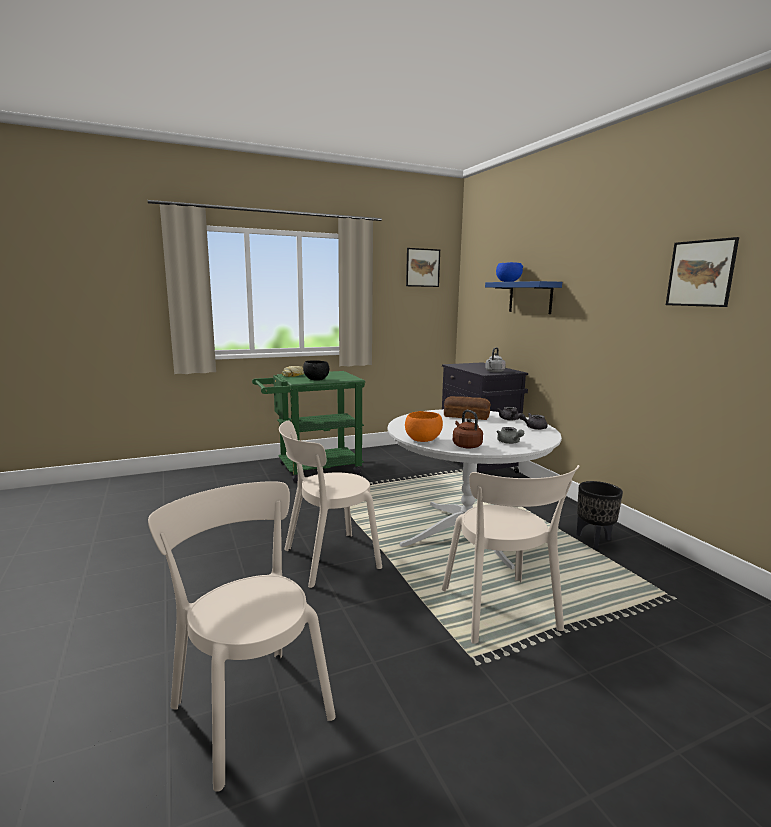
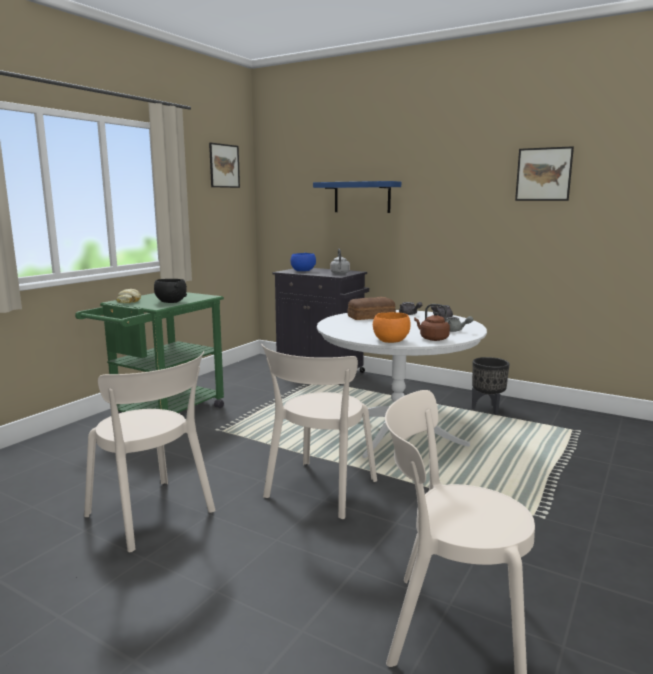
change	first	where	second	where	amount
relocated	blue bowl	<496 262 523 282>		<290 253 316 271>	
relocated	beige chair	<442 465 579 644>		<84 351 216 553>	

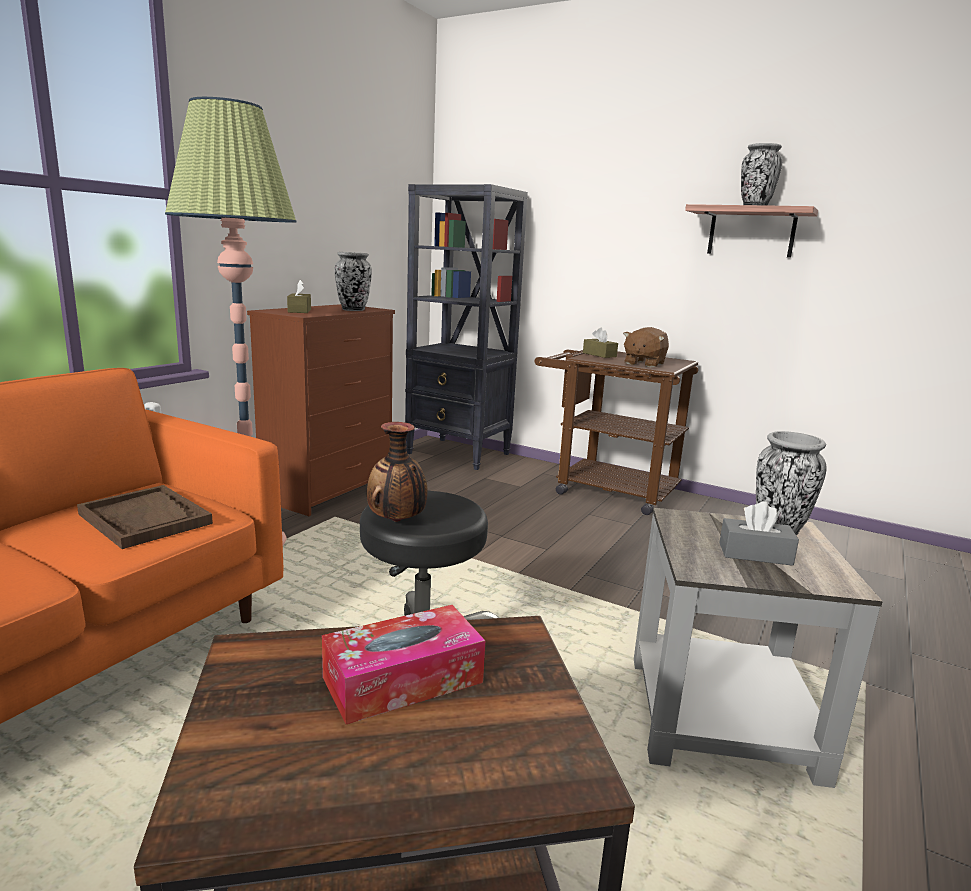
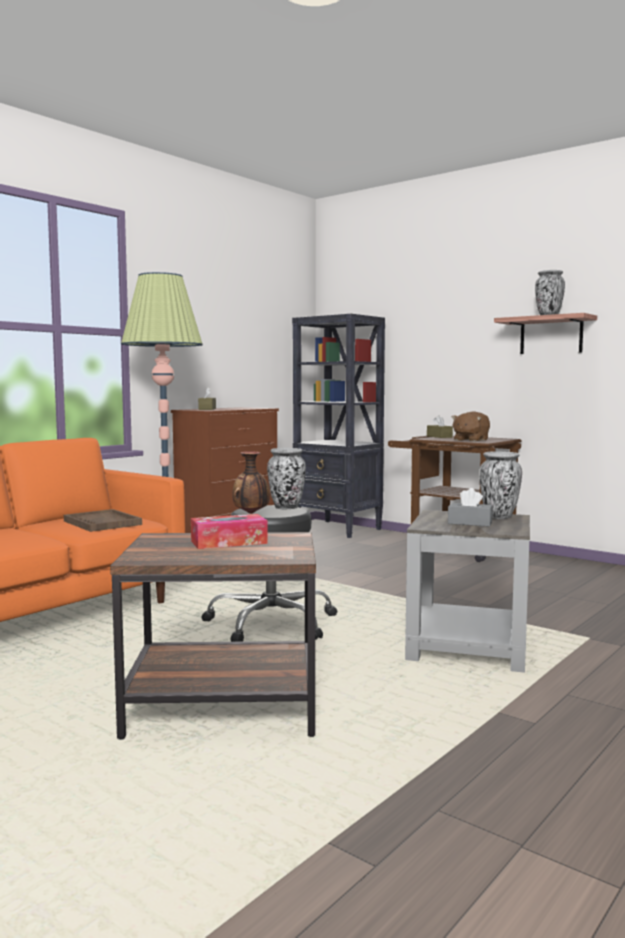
change	first	where	second	where	amount
relocated	vase	<334 252 372 311>		<267 448 306 509>	

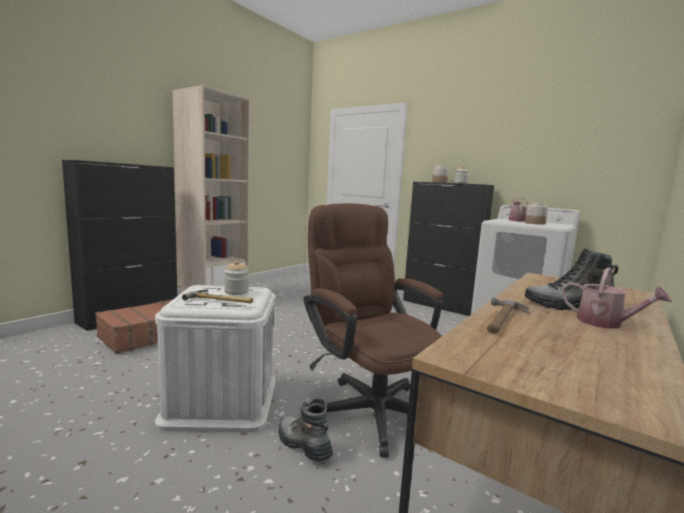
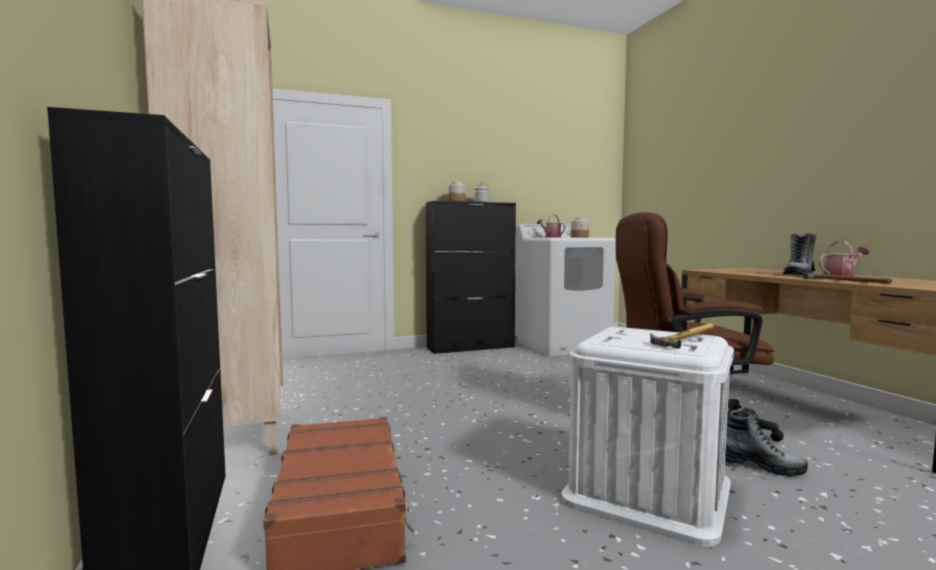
change	first	where	second	where	amount
missing	jar	<224 260 249 295>			
spun	boot	<279 398 333 462>		<725 407 808 477>	150 degrees counterclockwise

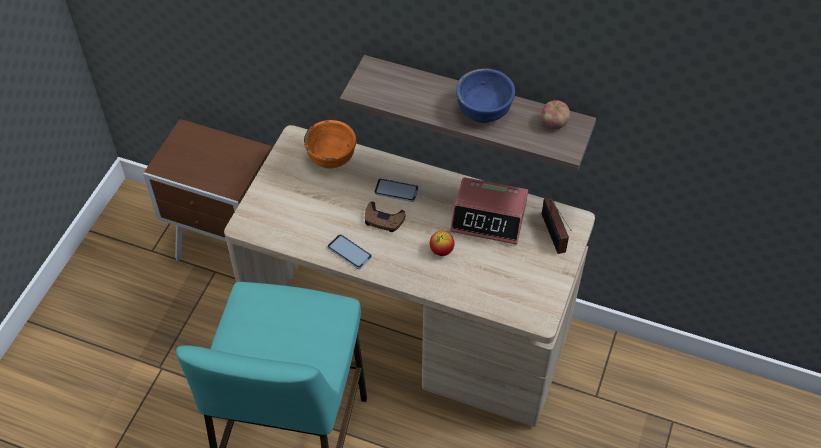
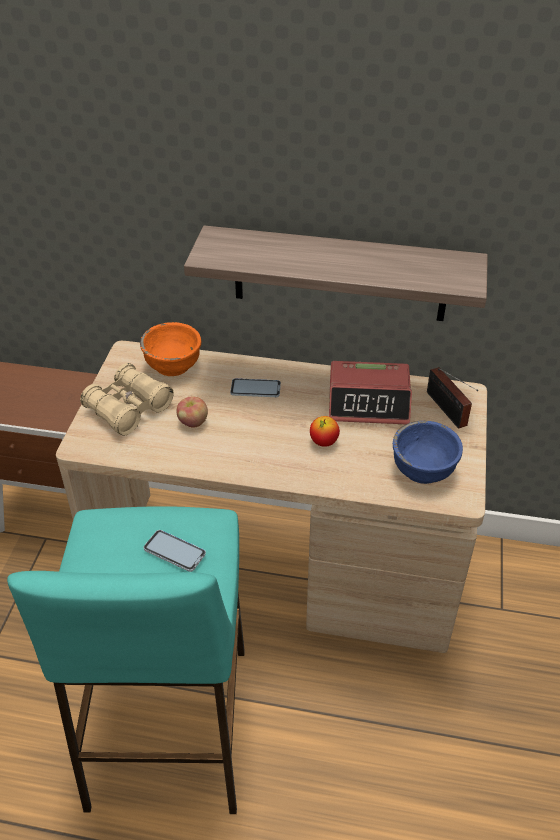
change	first	where	second	where	amount
relocated	blue bowl	<456 68 515 123>		<393 421 463 484>	
relocated	apple	<542 100 570 129>		<176 397 208 428>	
missing	brown game controller	<365 202 405 232>			
relocated	phone	<327 234 372 269>		<144 530 206 572>	
appeared			beige binoculars	<80 363 174 436>	

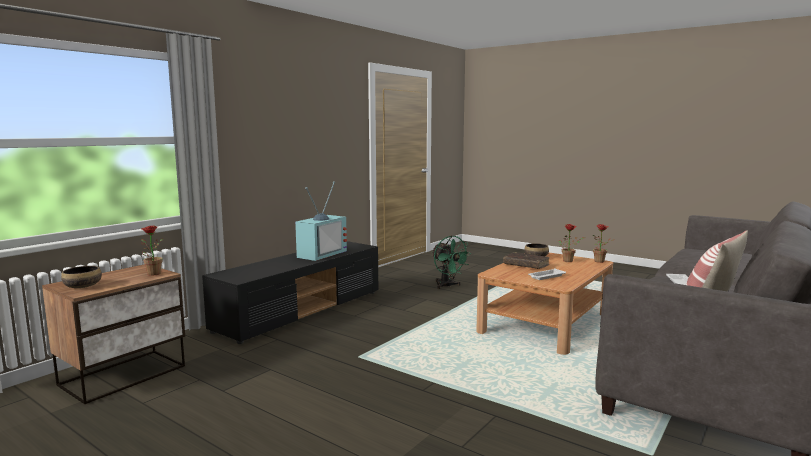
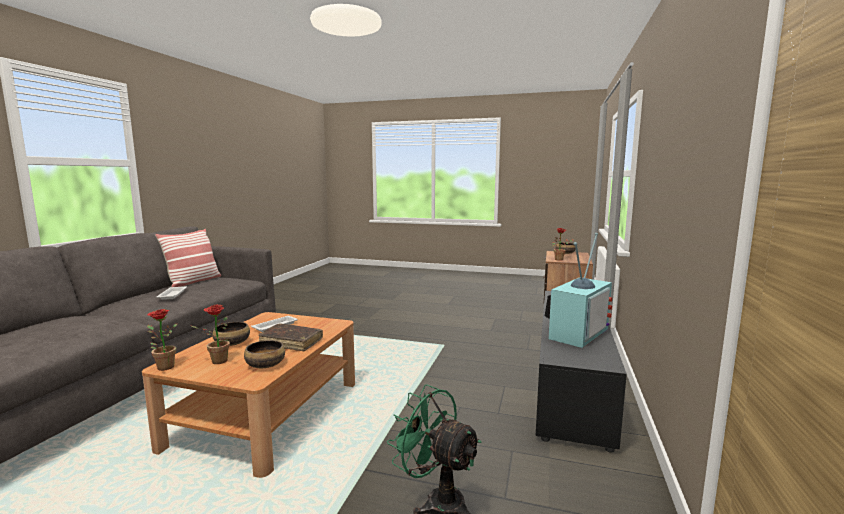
change	first	where	second	where	amount
spun	television	<295 181 347 261>		<545 233 612 348>	150 degrees counterclockwise
appeared			bowl	<212 322 250 346>	

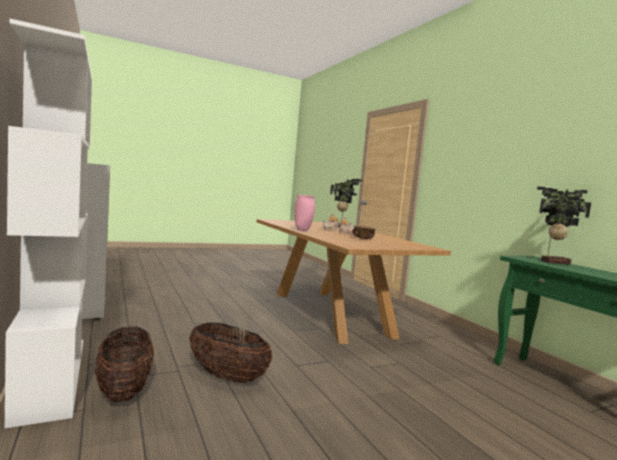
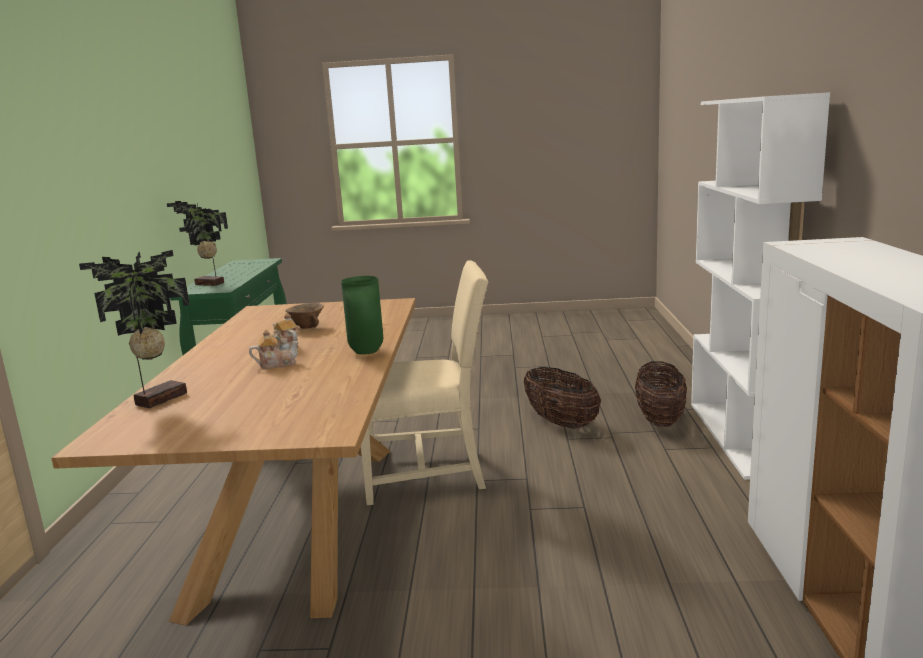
change	first	where	second	where	amount
colour	pink vase	<295 195 315 231>	green vase	<341 276 383 355>	
appeared			beige chair	<361 260 489 505>	

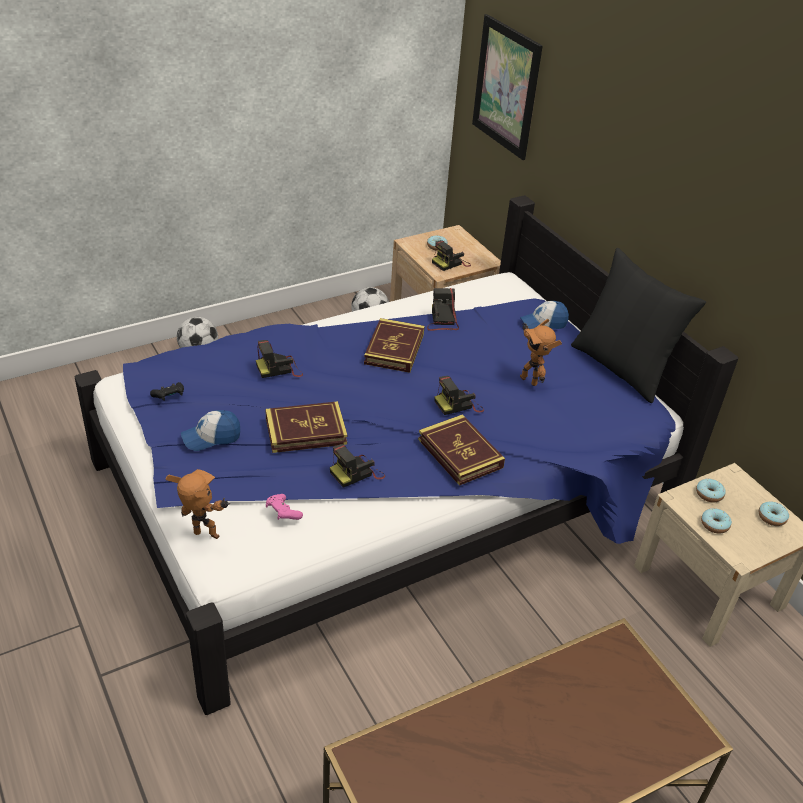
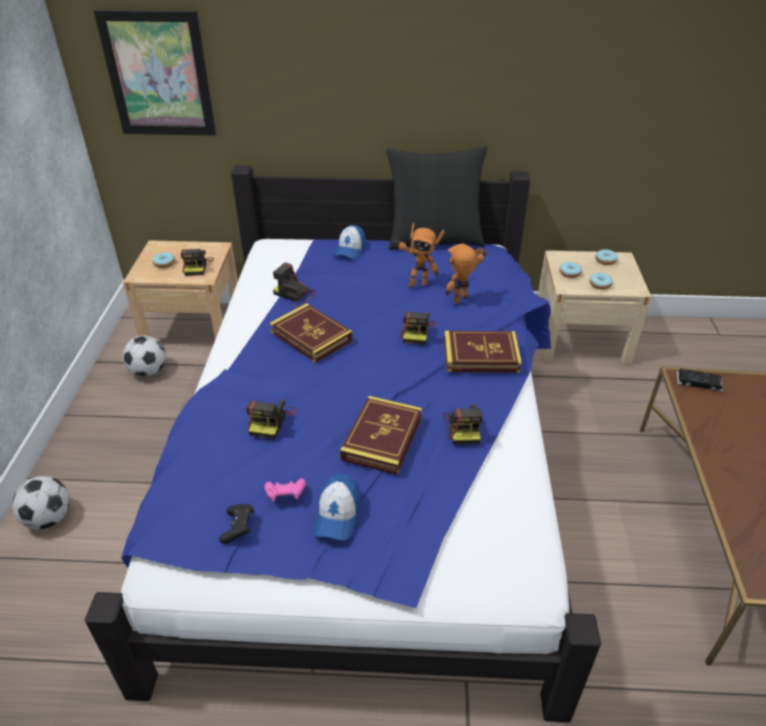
change	first	where	second	where	amount
relocated	toy robot	<165 469 230 539>		<445 243 487 304>	
relocated	pink game controller	<266 494 303 520>		<264 479 306 502>	
appeared			black toy car	<676 369 723 392>	

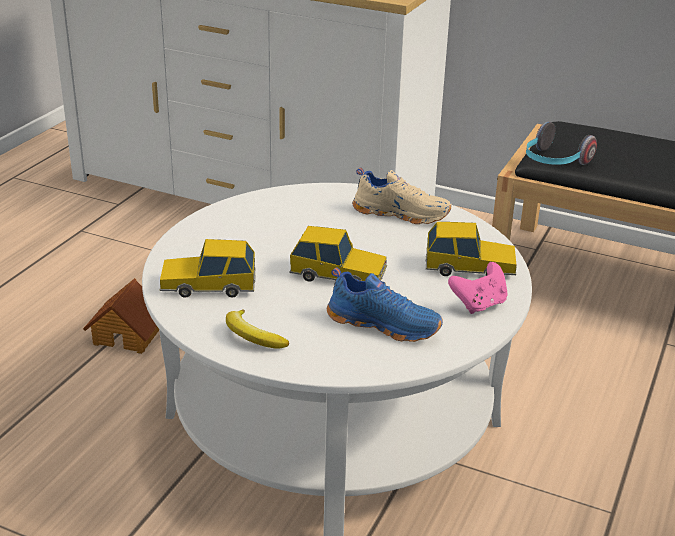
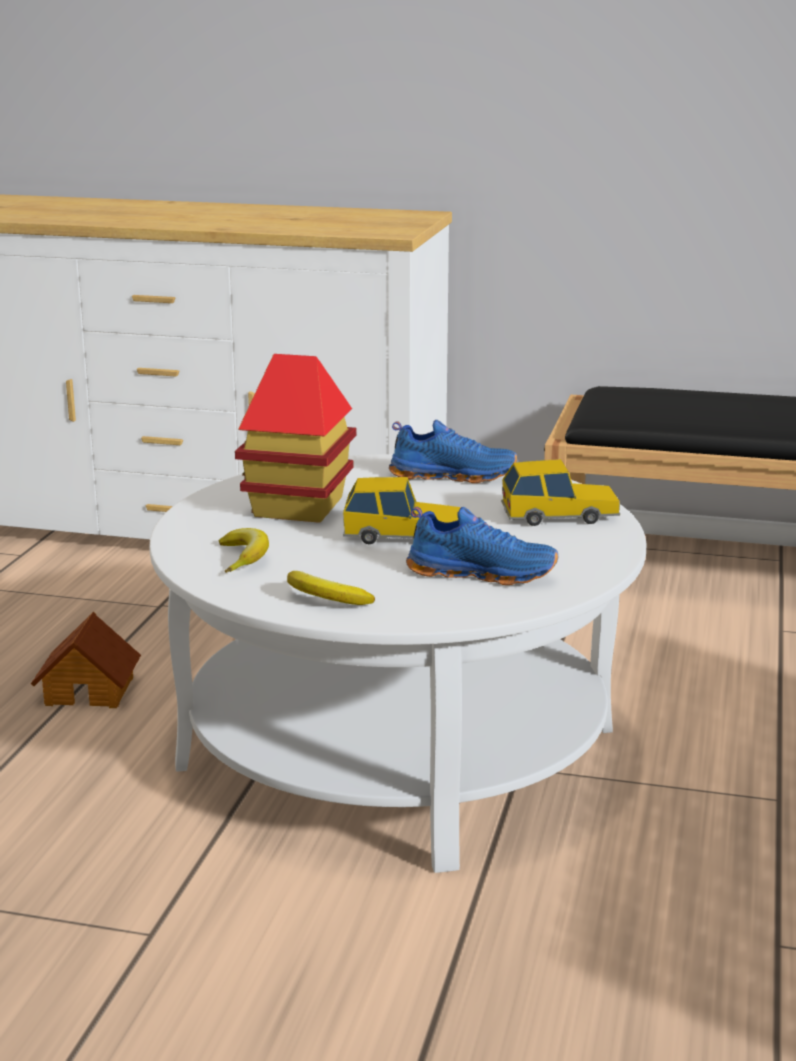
change	first	where	second	where	amount
missing	headphones	<526 122 597 165>			
colour	beige shoe	<352 168 452 224>	blue shoe	<389 420 517 483>	
exchanged	toy car	<160 239 256 298>	banana	<219 528 269 573>	
missing	pink game controller	<448 262 508 314>			
appeared			toy house	<235 354 357 523>	

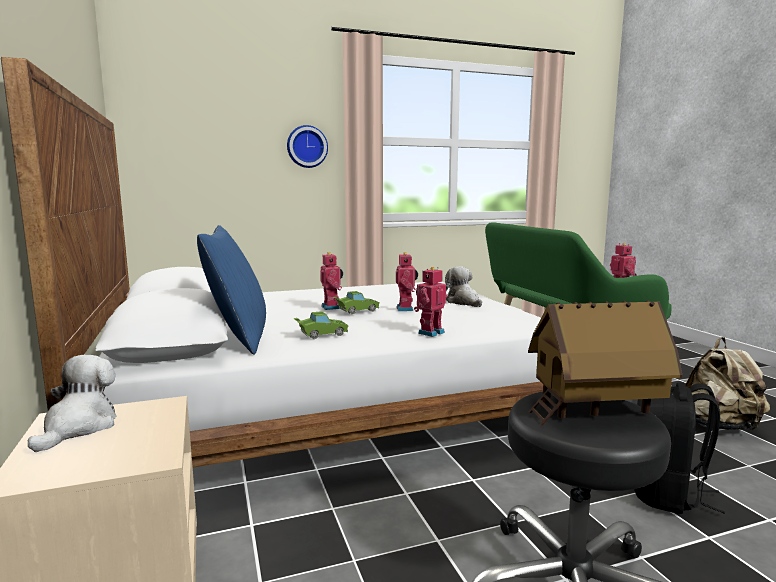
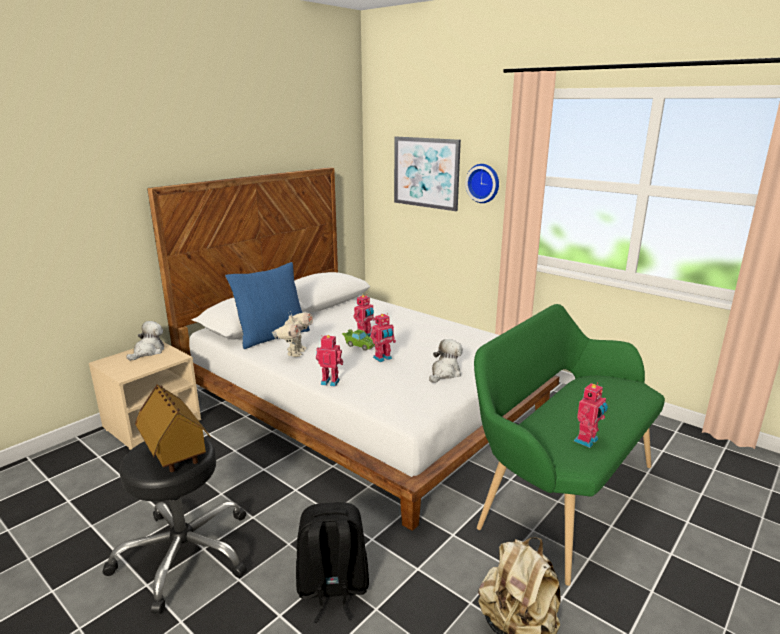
change	first	where	second	where	amount
exchanged	green toy car	<293 311 349 339>	toy robot	<272 311 313 357>	
spun	plush toy	<28 355 116 452>		<126 321 164 361>	45 degrees counterclockwise
appeared			picture	<394 137 461 211>	

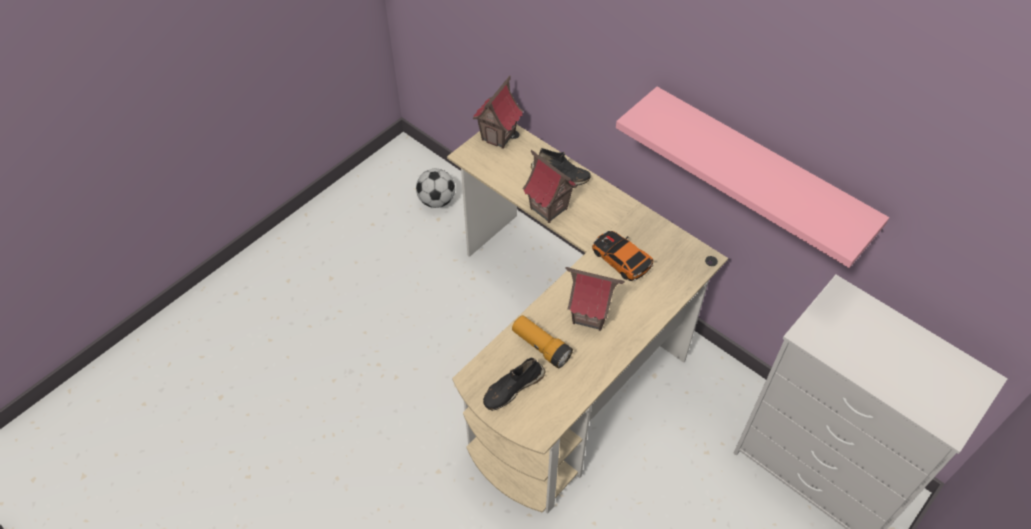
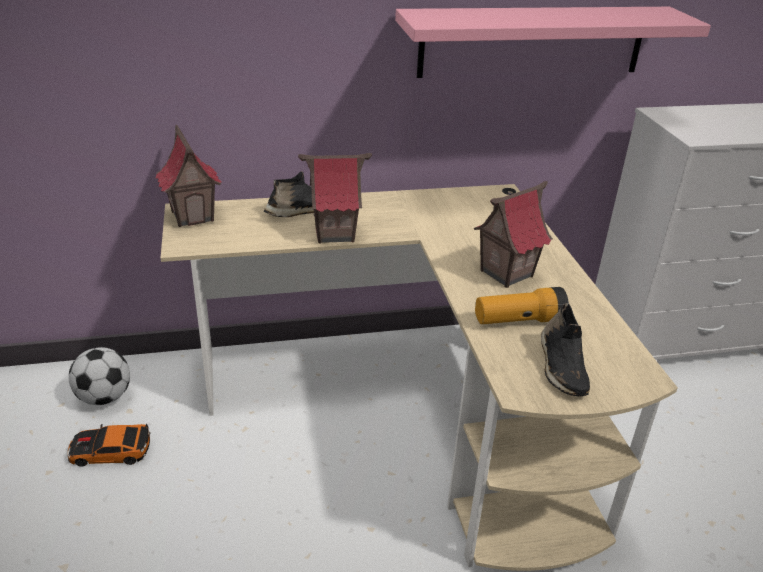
change	first	where	second	where	amount
relocated	toy car	<592 231 654 281>		<68 424 151 466>	

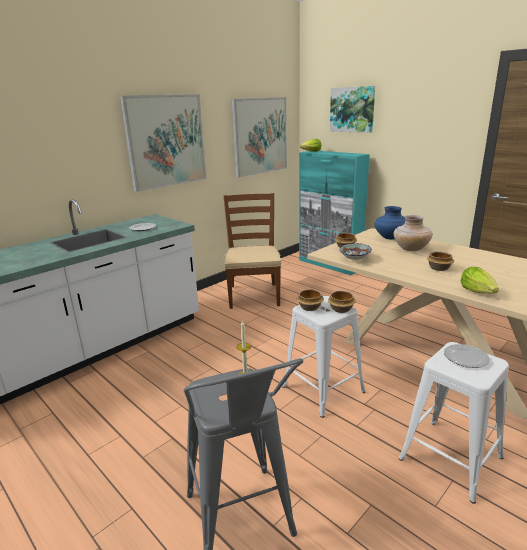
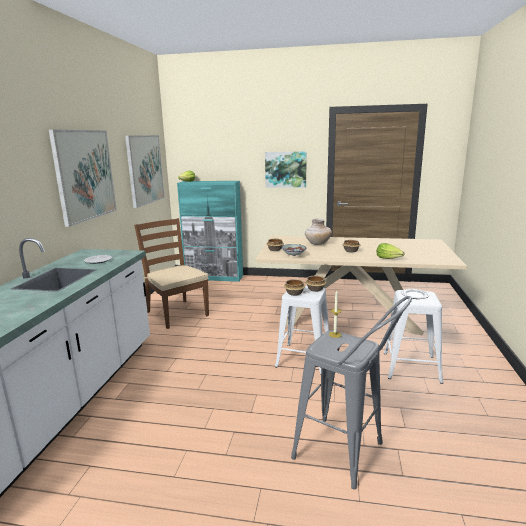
change	first	where	second	where	amount
relocated	picture	<330 86 375 133>		<265 151 307 188>	
missing	blue vase	<375 206 405 240>			

